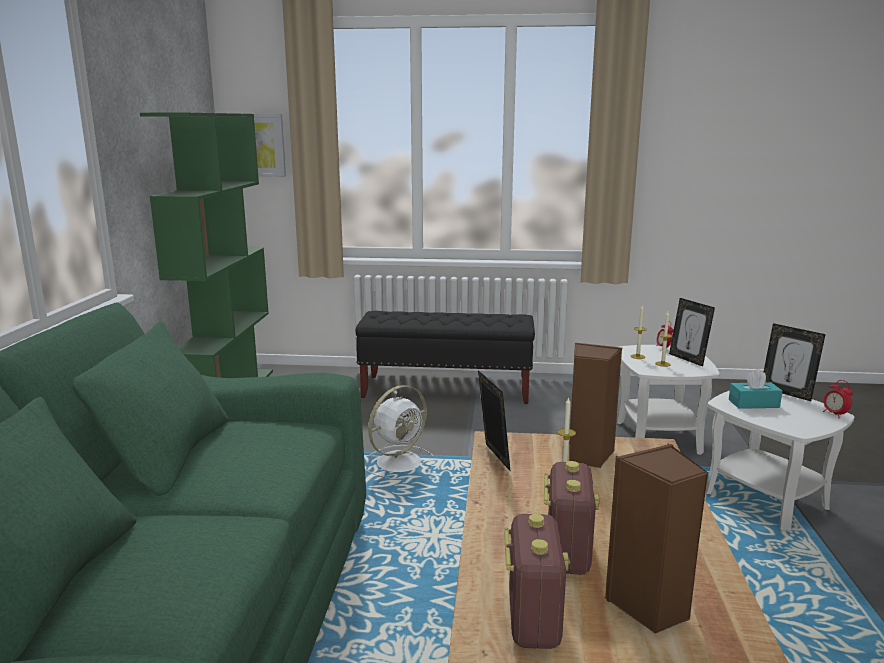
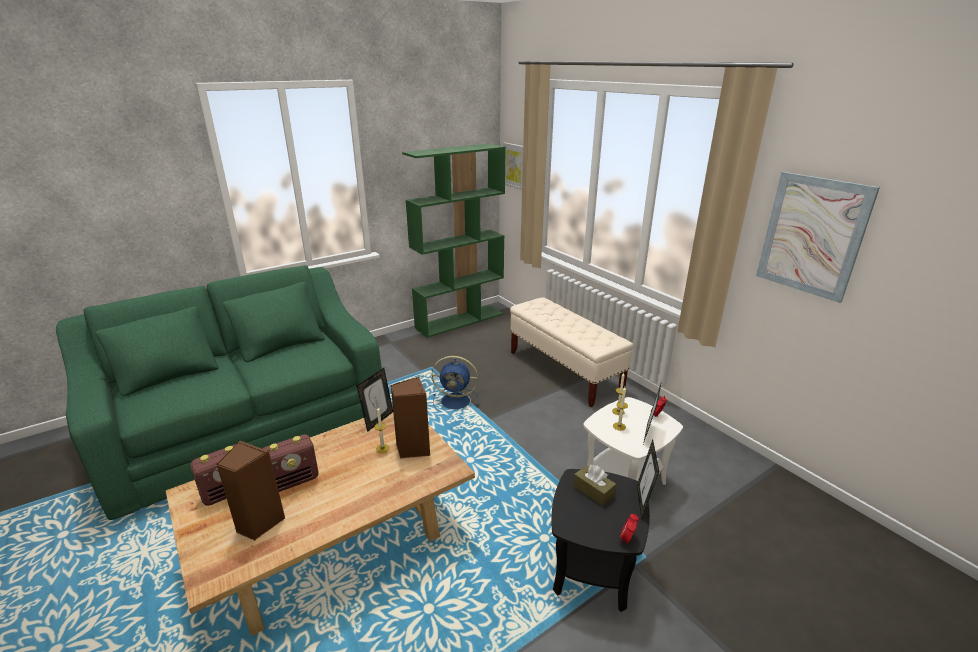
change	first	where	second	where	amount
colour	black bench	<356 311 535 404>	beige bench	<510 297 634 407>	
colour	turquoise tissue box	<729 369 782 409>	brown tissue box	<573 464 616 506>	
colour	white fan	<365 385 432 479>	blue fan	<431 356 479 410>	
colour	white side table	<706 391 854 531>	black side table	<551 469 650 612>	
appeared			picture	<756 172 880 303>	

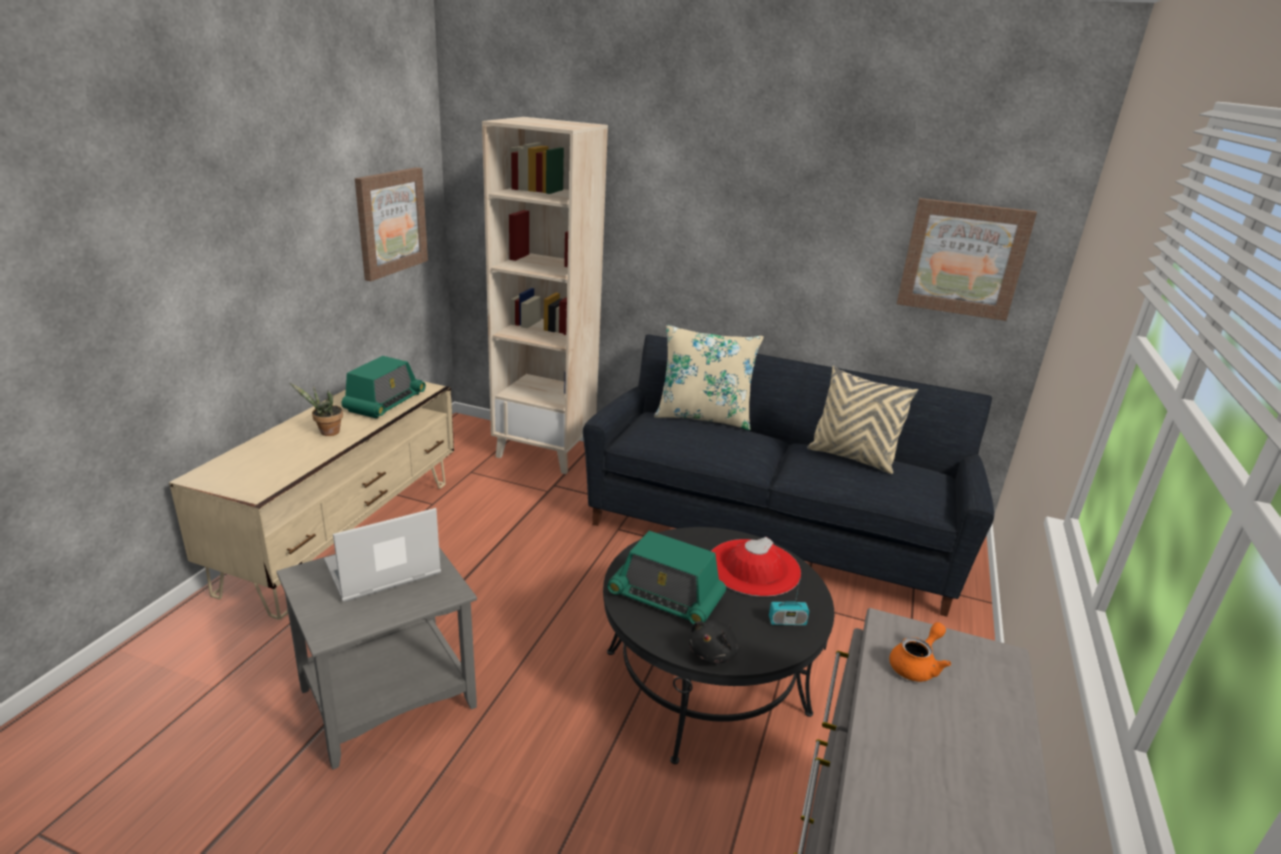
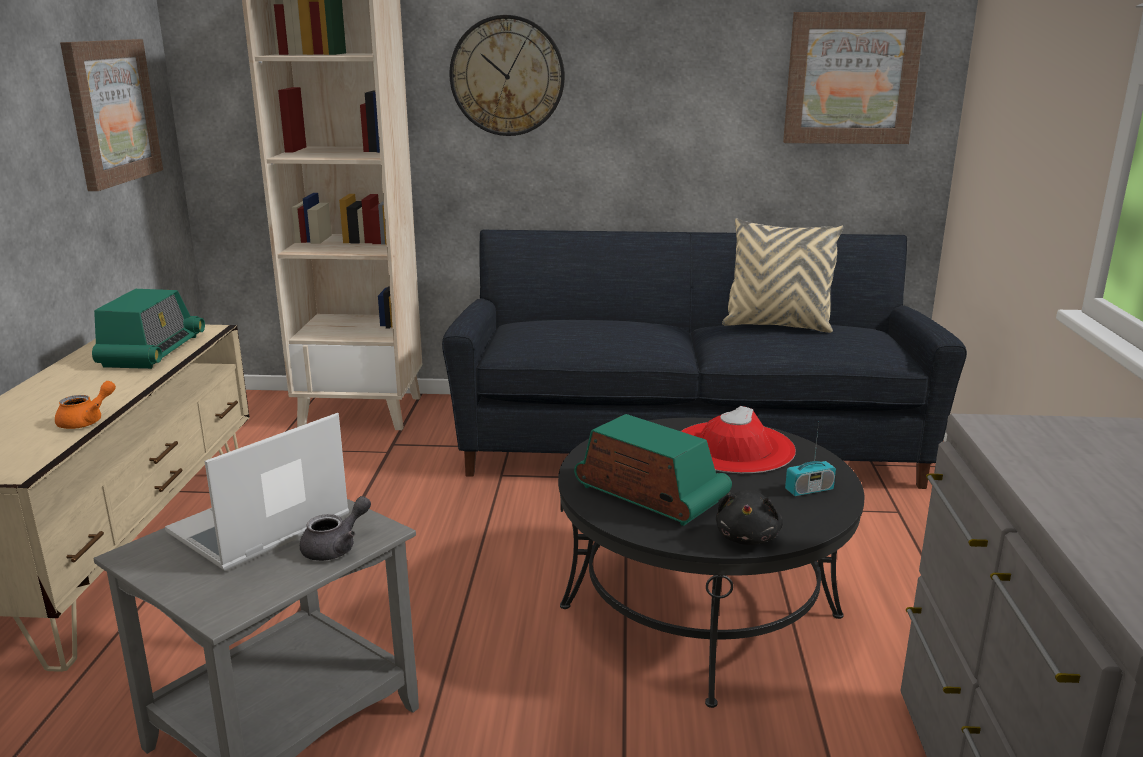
change	first	where	second	where	amount
missing	beige pillow	<654 325 764 430>			
missing	potted plant	<290 383 343 436>			
spun	radio	<607 531 726 624>		<574 414 732 526>	150 degrees counterclockwise
relocated	orange teapot	<889 622 951 682>		<55 381 116 429>	
appeared			wall clock	<449 15 565 136>	
appeared			grey teapot	<300 496 371 561>	

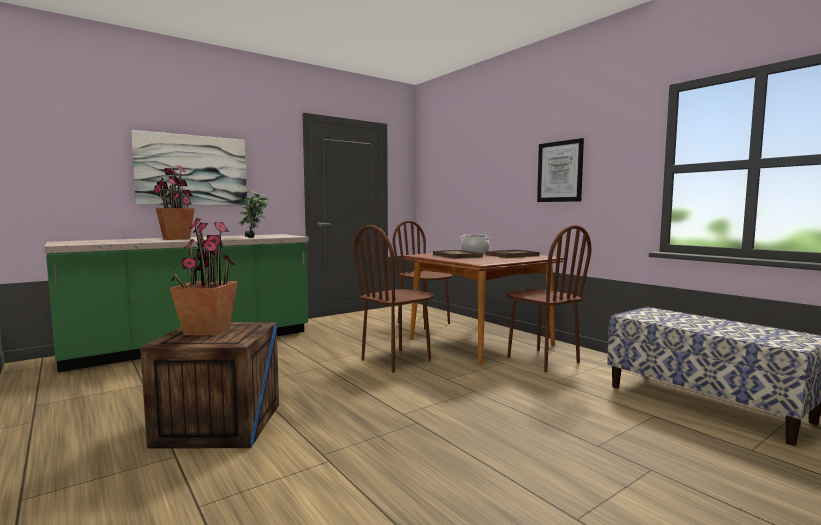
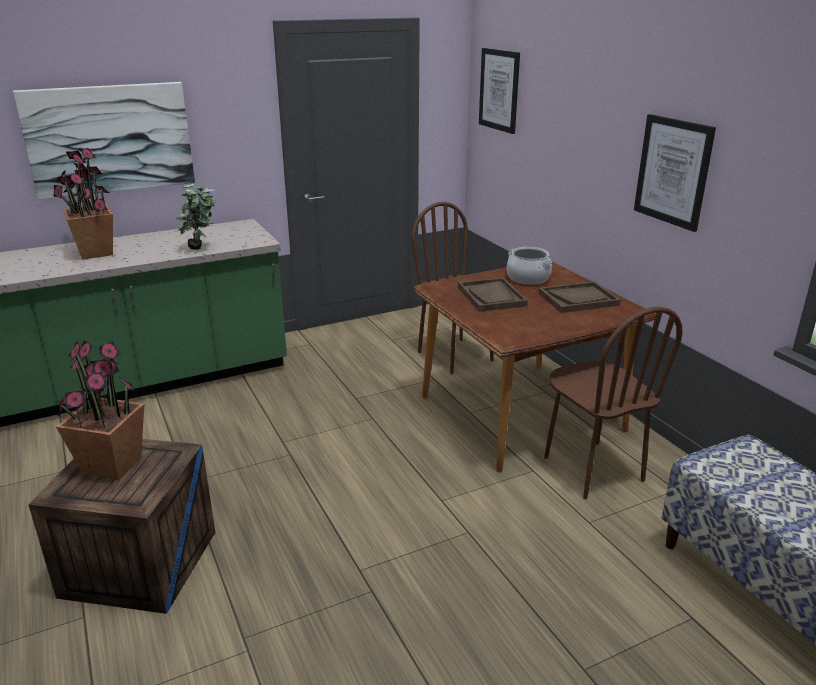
change	first	where	second	where	amount
missing	brown chair	<354 225 434 373>			
appeared			picture	<479 48 520 134>	

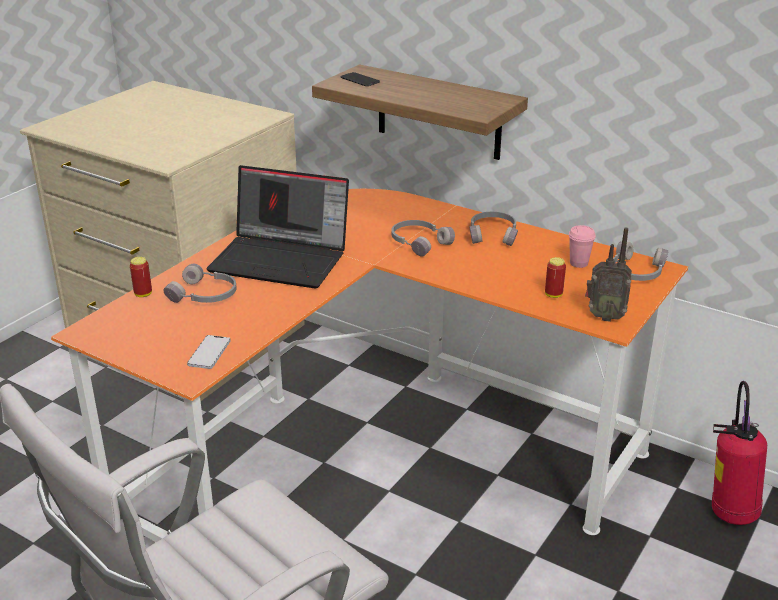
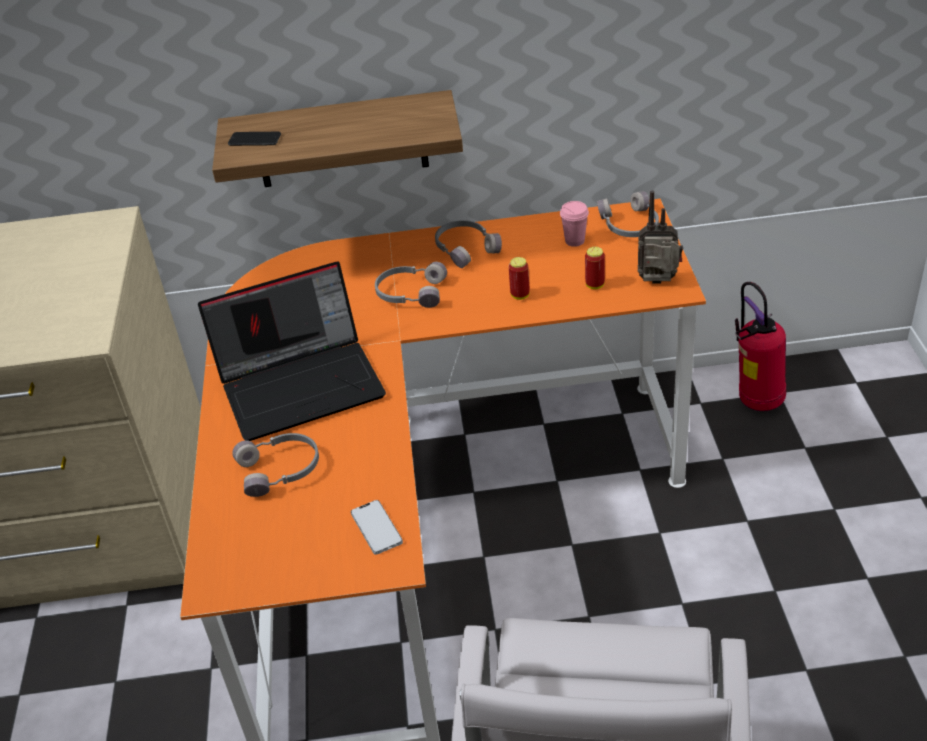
change	first	where	second	where	amount
spun	radio	<585 228 632 322>		<638 191 683 284>	150 degrees counterclockwise
relocated	can	<130 257 152 297>		<509 257 530 300>	

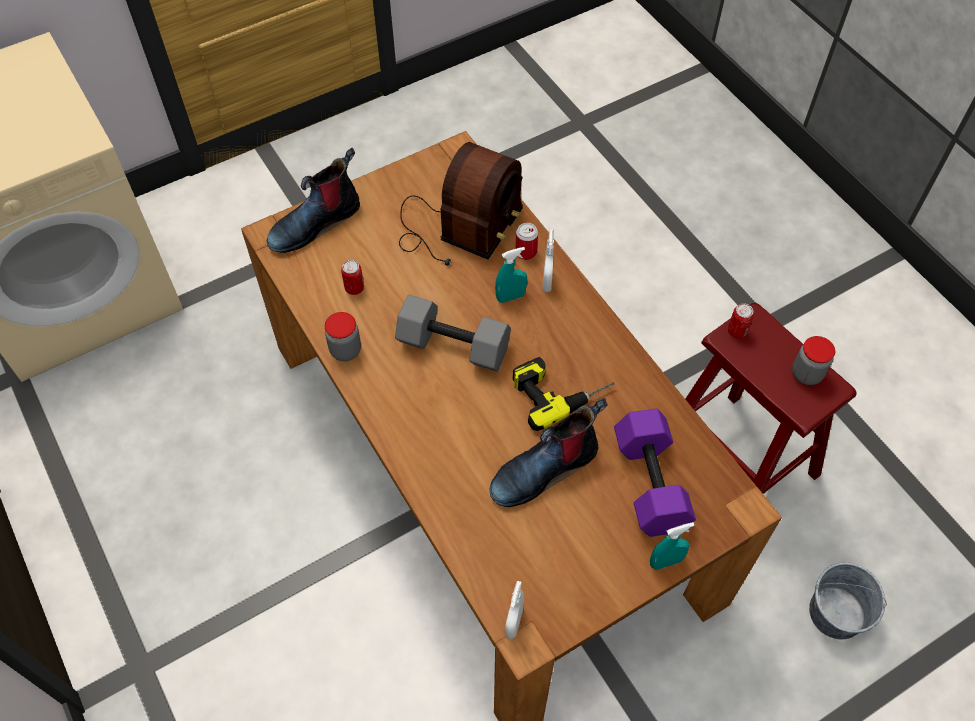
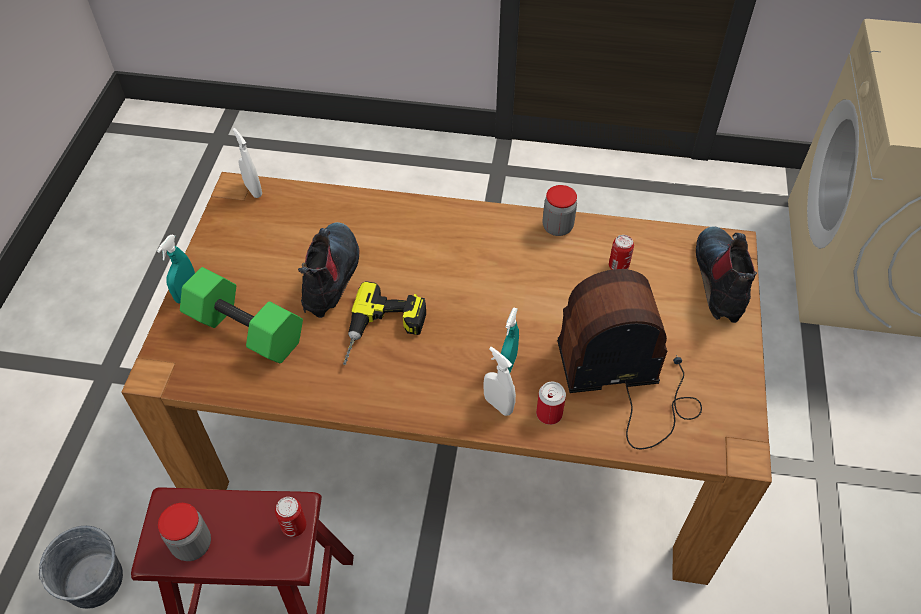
change	first	where	second	where	amount
spun	radio	<399 142 523 266>		<557 269 702 449>	105 degrees clockwise
missing	grey dumbbell	<395 295 511 371>			
colour	purple dumbbell	<614 408 696 537>	green dumbbell	<180 267 303 364>	

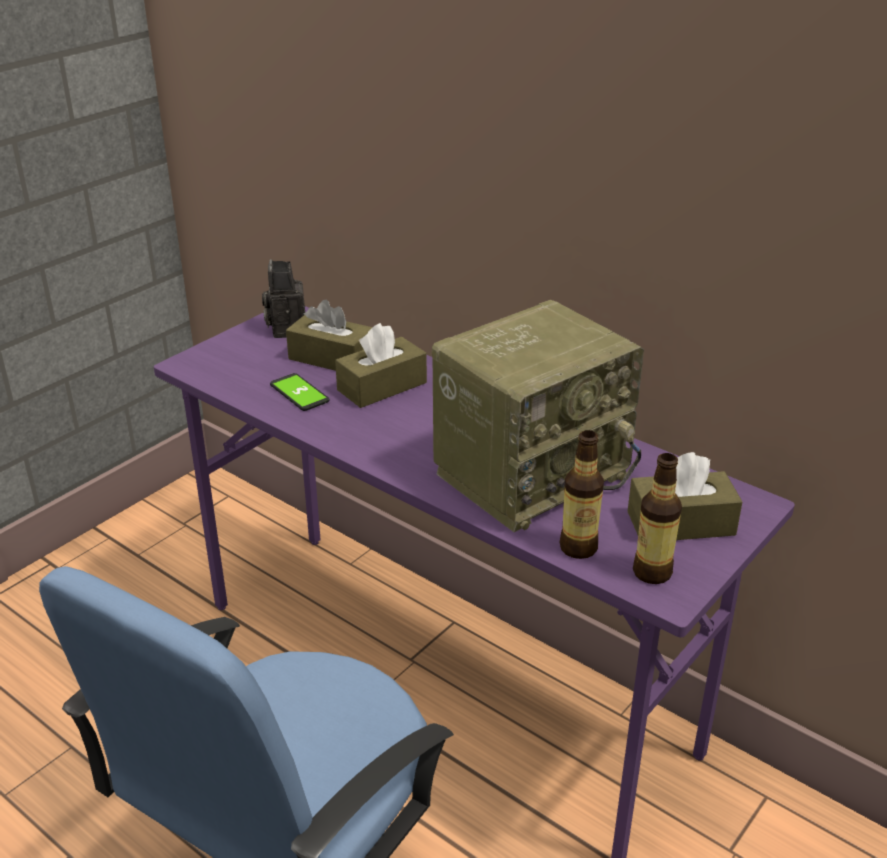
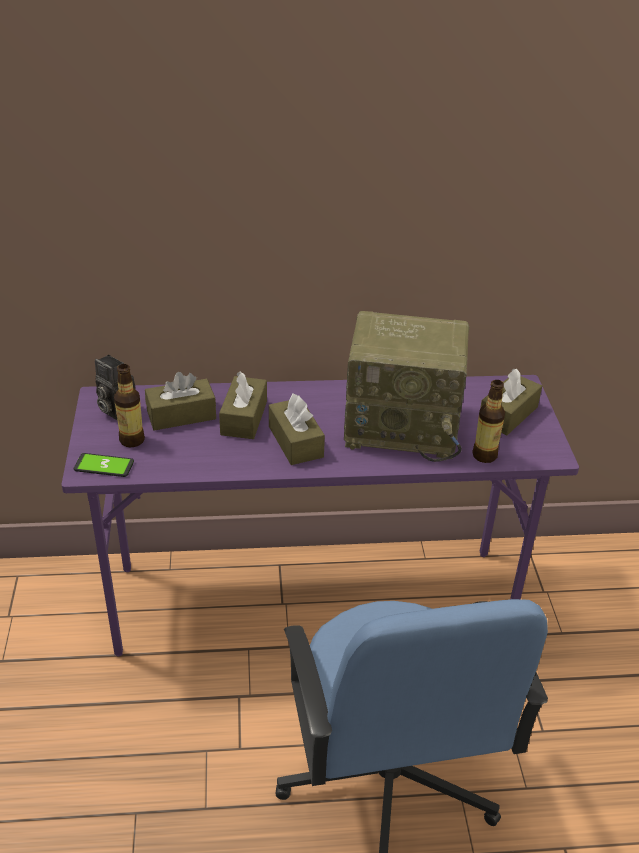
change	first	where	second	where	amount
spun	radio	<432 300 644 532>		<344 311 469 462>	90 degrees clockwise
relocated	phone	<270 373 330 411>		<74 453 134 477>	
relocated	bottle	<633 453 682 584>		<114 364 145 447>	
appeared			brown tissue box	<269 394 325 465>	

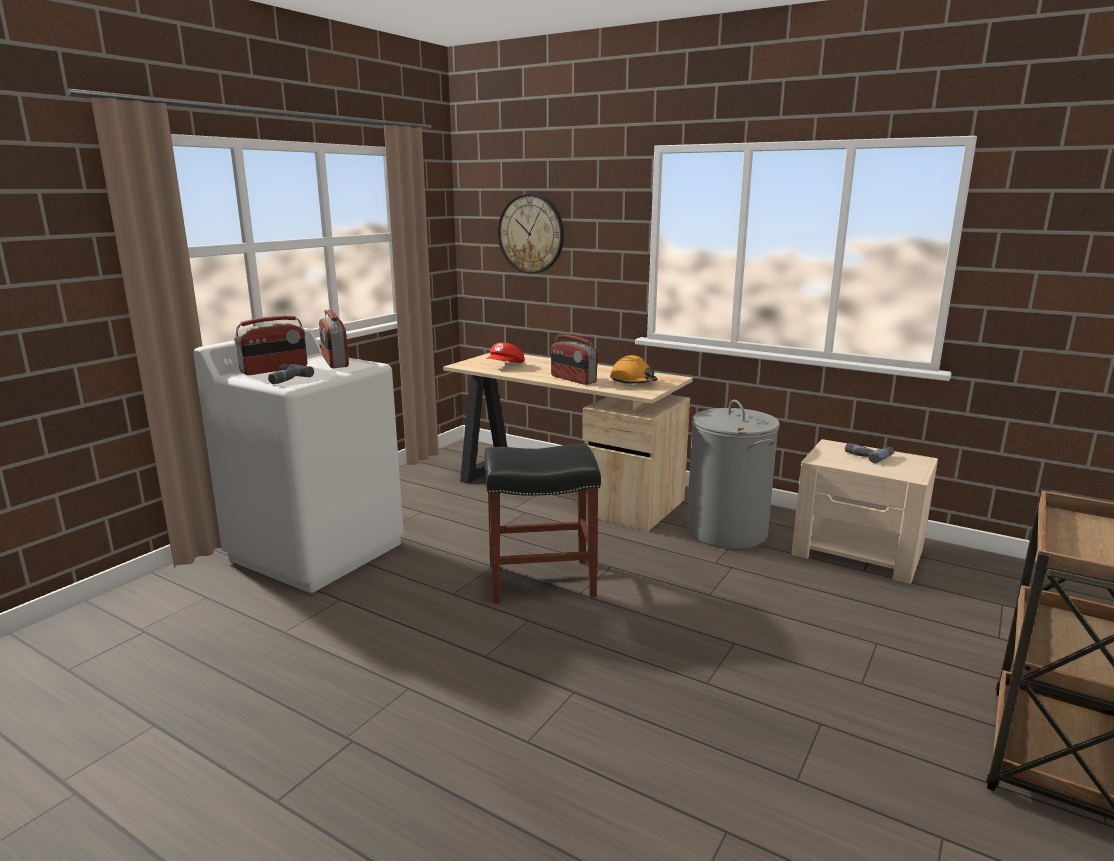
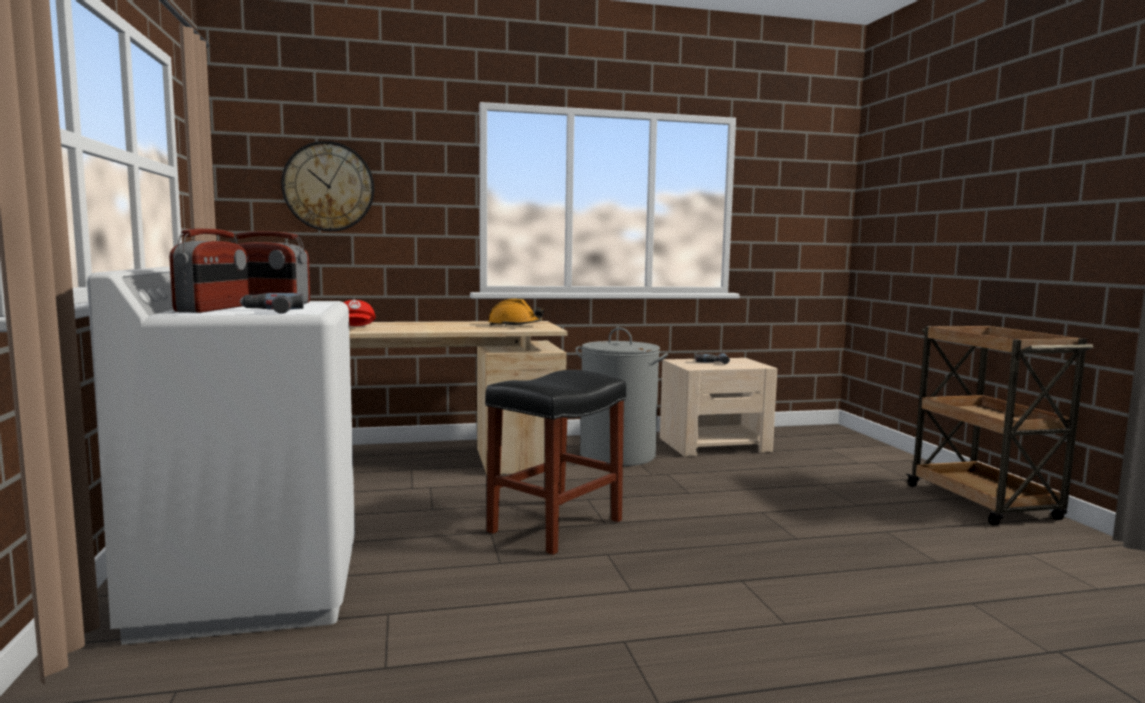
change	first	where	second	where	amount
missing	radio	<551 334 597 385>			

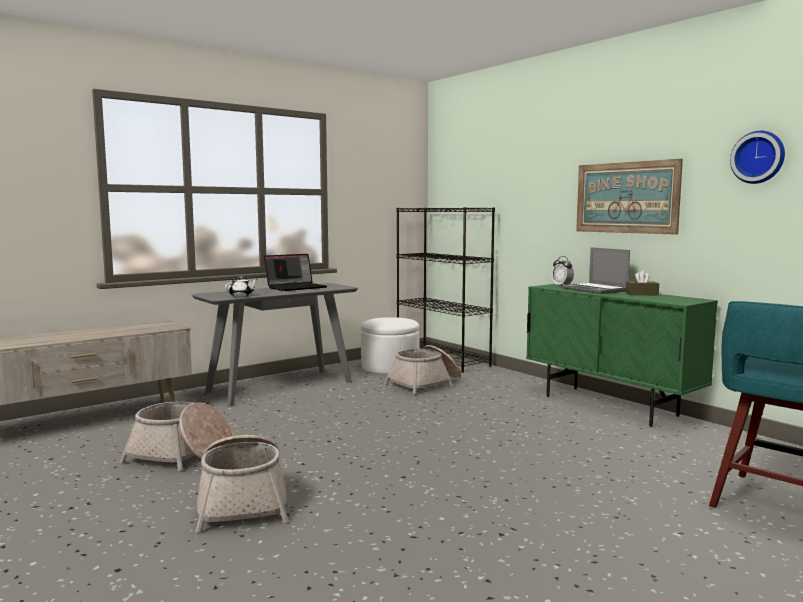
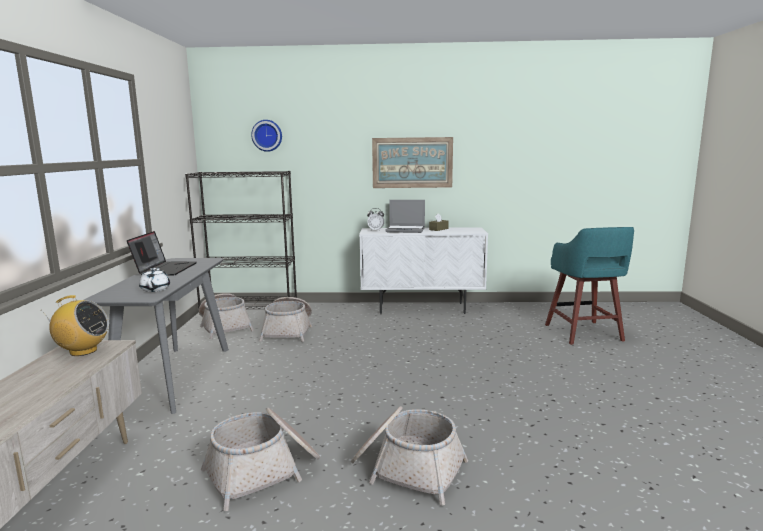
change	first	where	second	where	amount
relocated	wall clock	<730 131 785 184>		<251 120 282 152>	
colour	green cabinet	<526 284 718 427>	white cabinet	<359 227 488 314>	
exchanged	white ottoman	<361 317 420 374>	basket	<199 293 254 339>	
appeared			radio	<41 295 109 356>	

